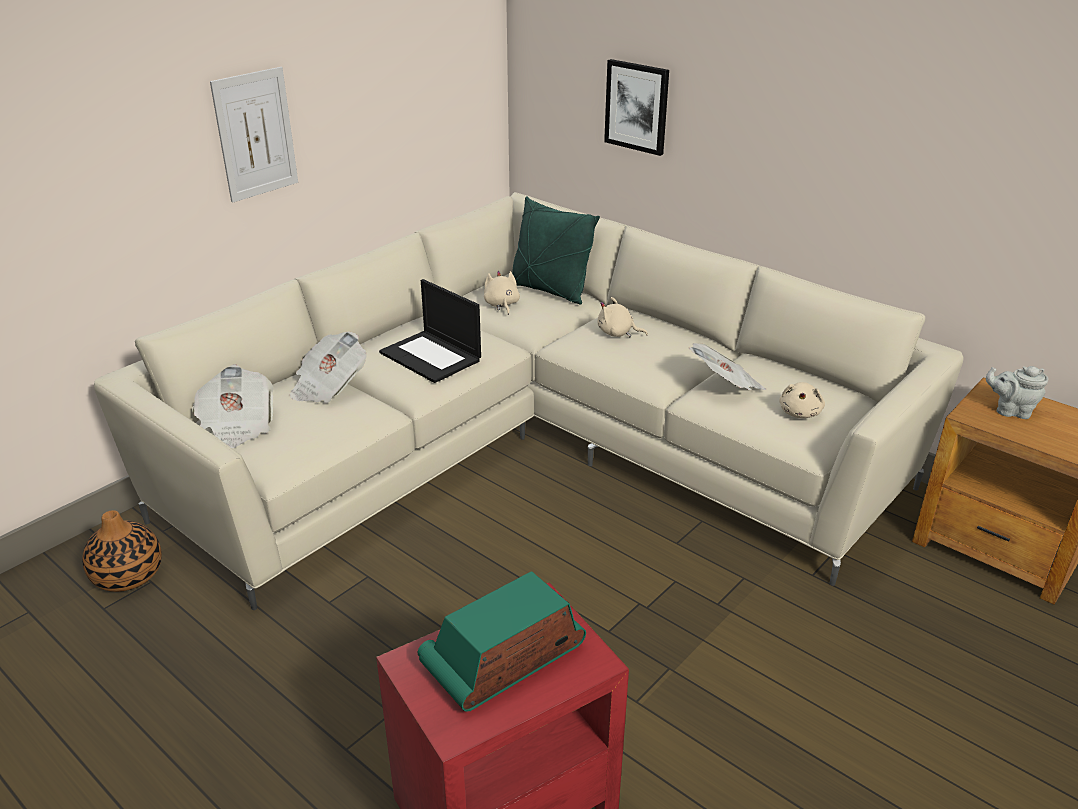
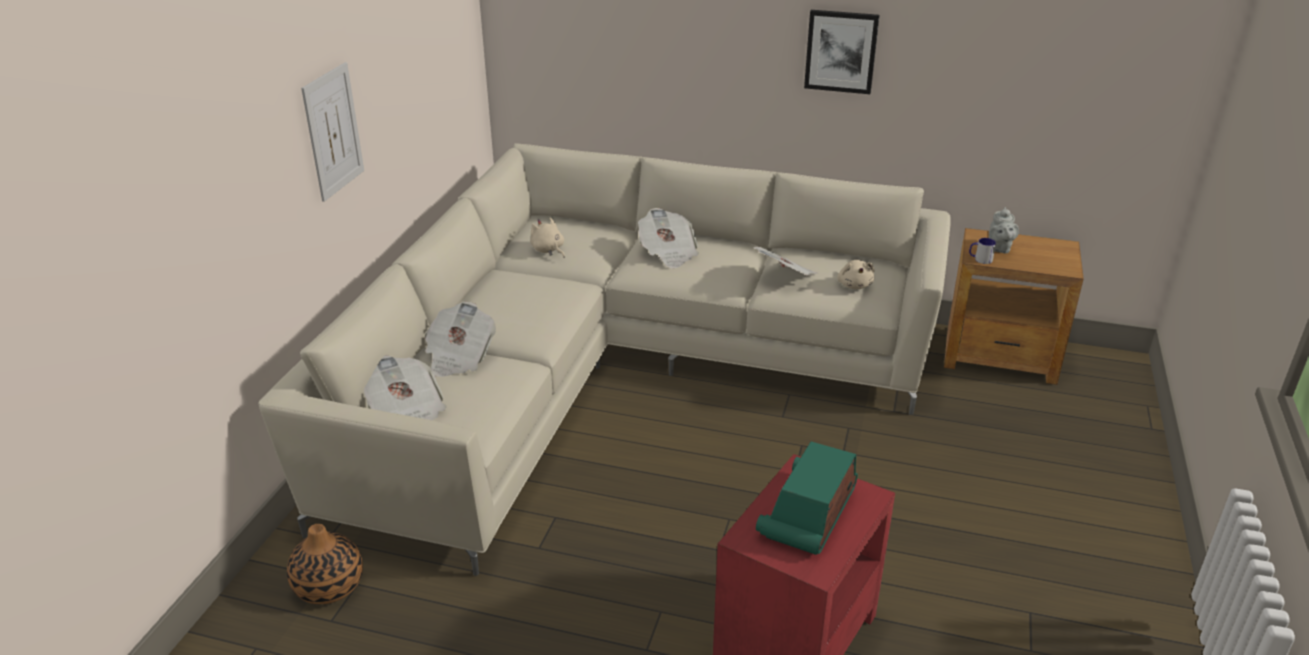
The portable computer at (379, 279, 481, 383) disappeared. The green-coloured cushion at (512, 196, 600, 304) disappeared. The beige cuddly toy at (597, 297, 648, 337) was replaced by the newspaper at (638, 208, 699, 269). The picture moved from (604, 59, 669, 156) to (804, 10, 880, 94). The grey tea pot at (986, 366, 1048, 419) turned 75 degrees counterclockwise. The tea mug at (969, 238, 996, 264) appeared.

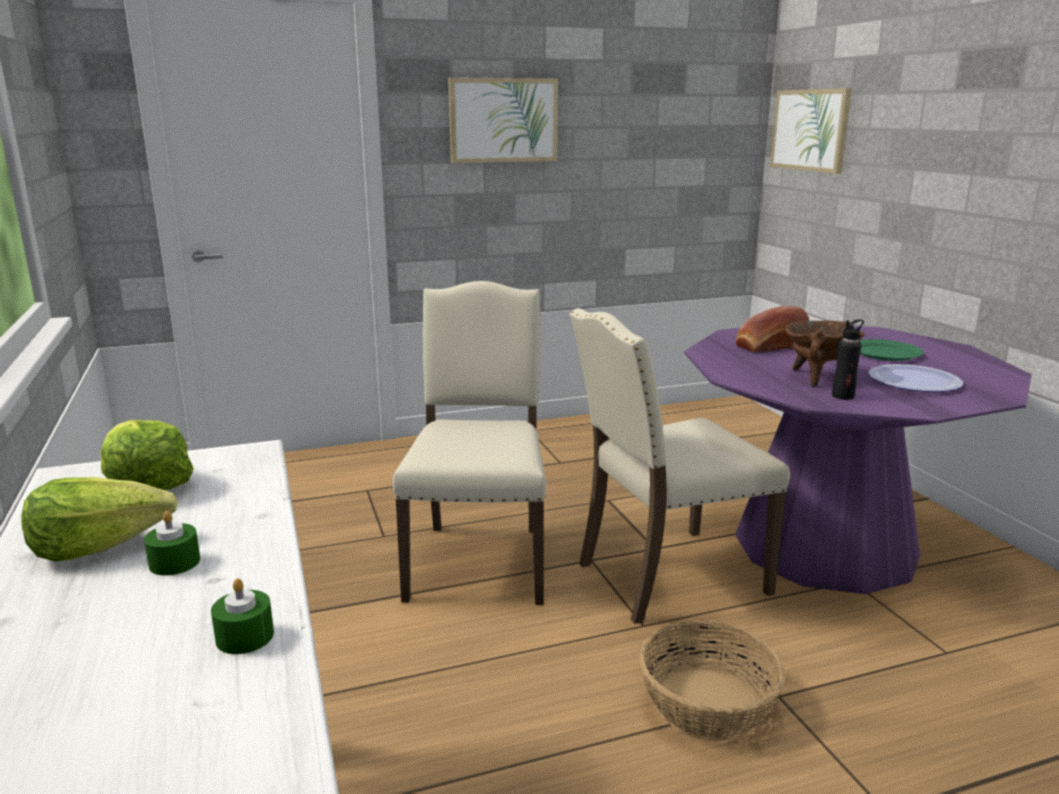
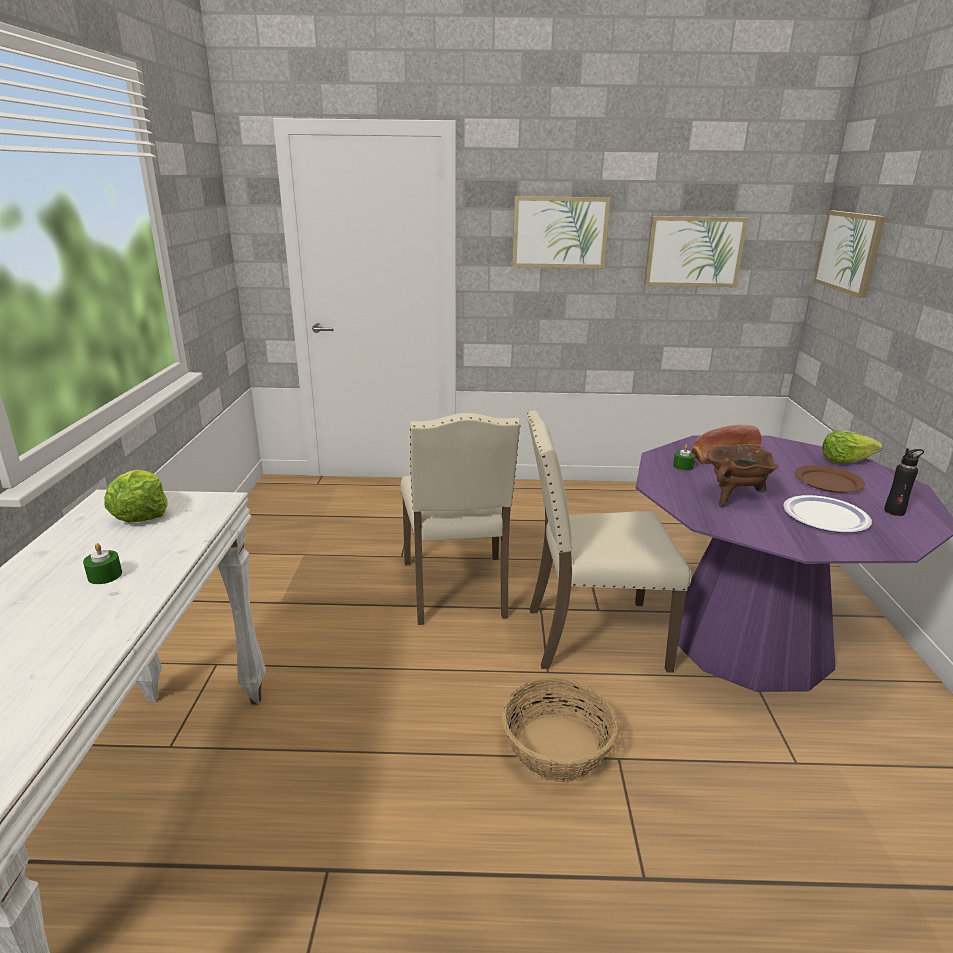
The lettuce head moved from (21, 477, 177, 562) to (822, 430, 883, 463). The green-coloured candle moved from (211, 578, 274, 654) to (673, 444, 695, 470). The beige upright chair at (392, 281, 546, 605) turned 150 degrees clockwise. The black-coloured drink bottle moved from (832, 319, 864, 400) to (884, 449, 924, 516). The green-coloured plate at (859, 339, 924, 361) became the brown plate at (795, 465, 865, 493). The picture at (644, 216, 748, 287) appeared.

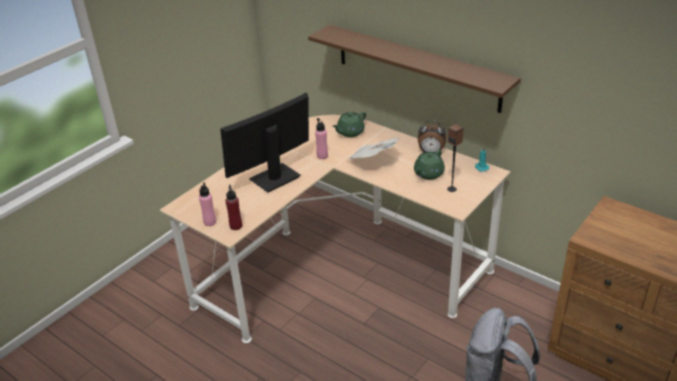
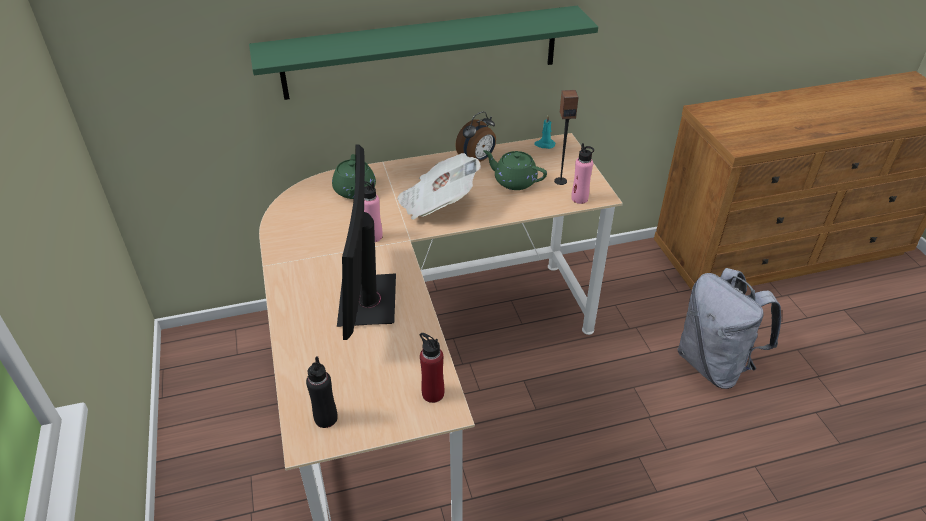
The pink drink bottle moved from (199, 182, 216, 226) to (571, 143, 594, 204). The brown wall shelf at (308, 25, 521, 113) became the green-coloured wall shelf at (249, 6, 598, 100). The green-coloured tea pot at (414, 150, 445, 180) turned 135 degrees clockwise. The black-coloured drink bottle at (306, 356, 338, 428) appeared.

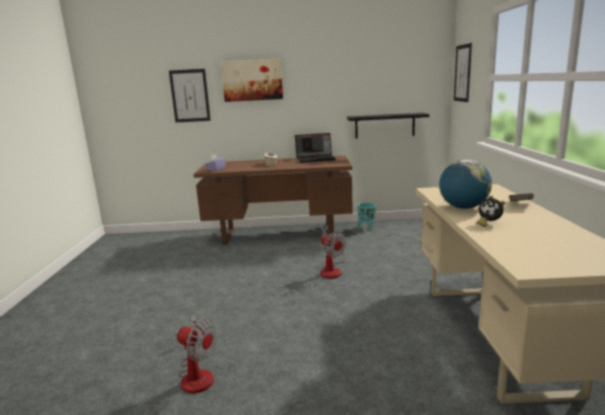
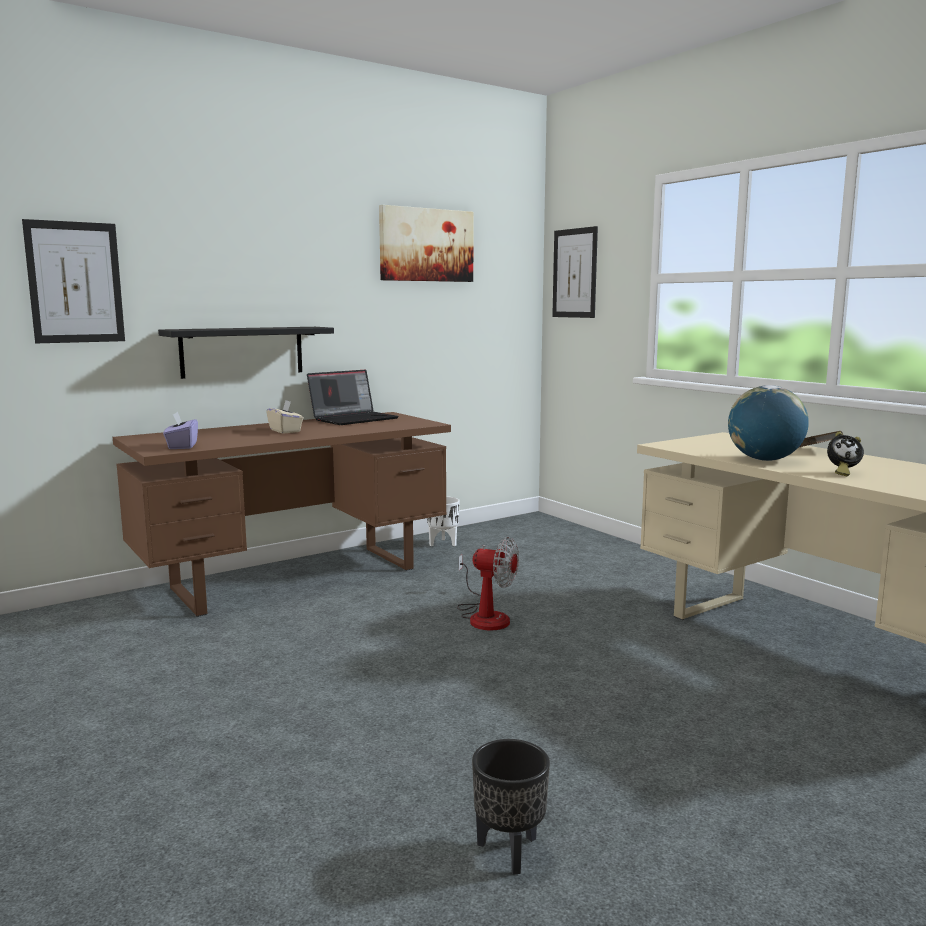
The cooling fan at (177, 315, 217, 394) was replaced by the black-coloured plant pot at (472, 739, 550, 875). The picture moved from (221, 58, 283, 102) to (379, 205, 473, 282). The black-coloured wall shelf moved from (347, 113, 429, 139) to (158, 327, 334, 379). The turquoise plant pot at (357, 203, 376, 231) became the whitish plant pot at (427, 496, 460, 546).

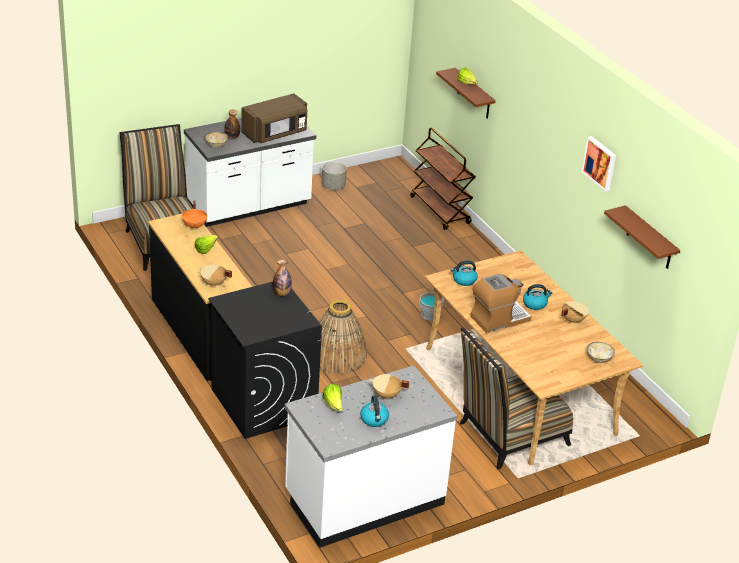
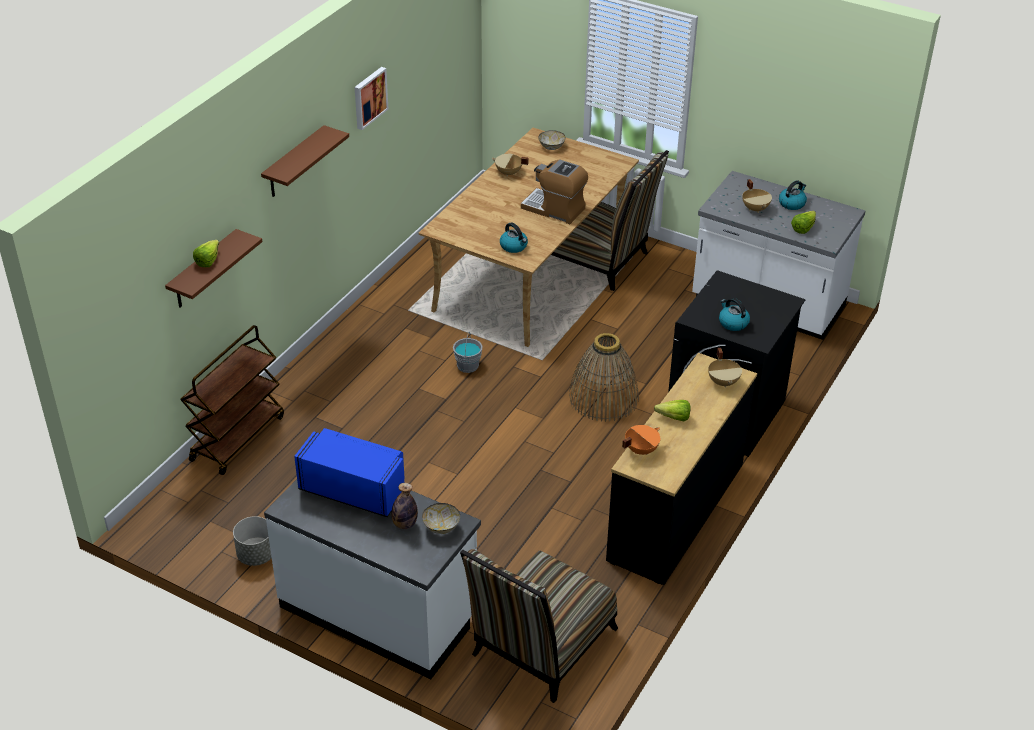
The brown microwave oven at (241, 93, 307, 143) became the blue microwave oven at (294, 428, 404, 517). The drink bottle at (273, 260, 292, 296) disappeared. The tea kettle moved from (523, 284, 552, 310) to (719, 298, 750, 331). The brown wall shelf moved from (604, 205, 680, 269) to (261, 125, 349, 197).

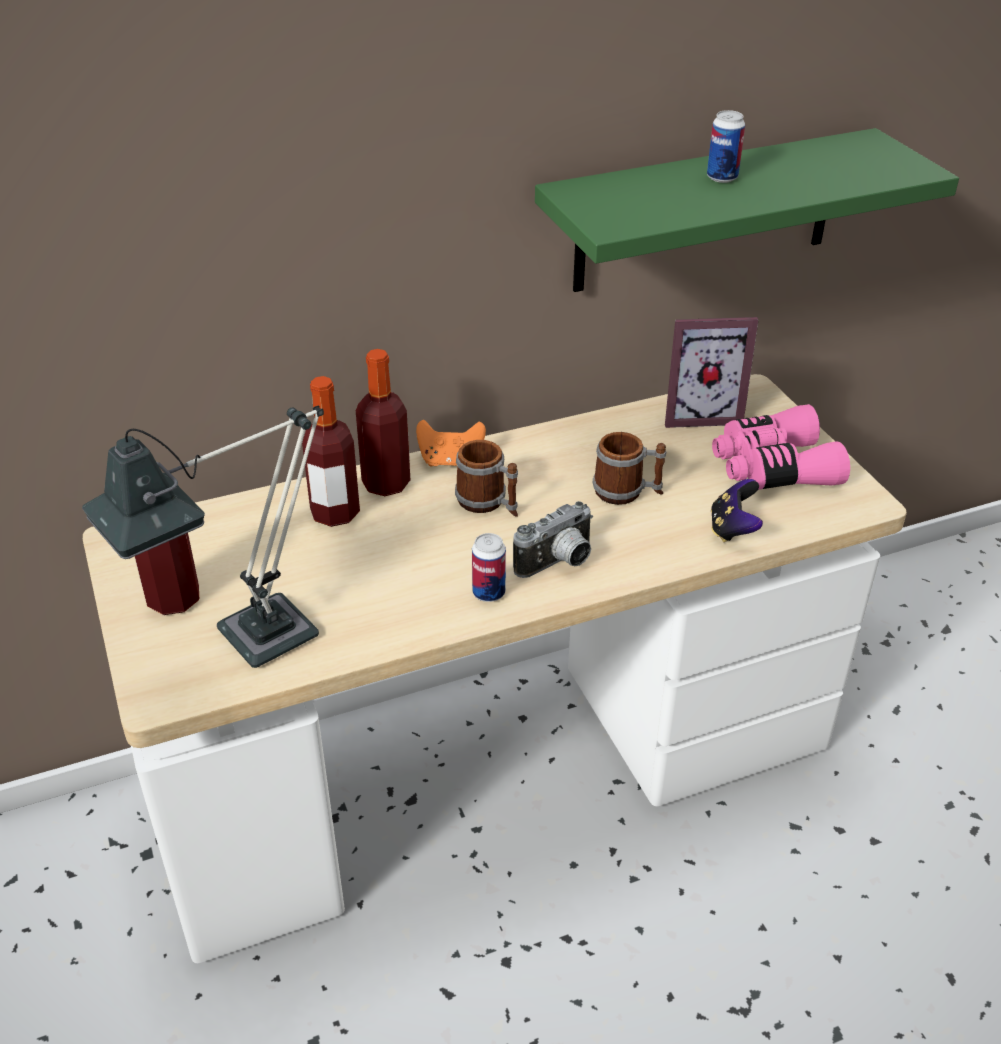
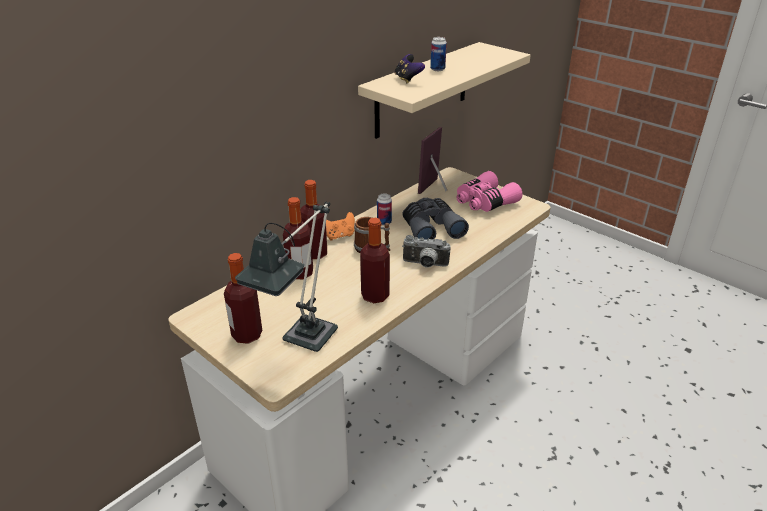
The sealed can moved from (472, 533, 506, 602) to (377, 193, 392, 225). The still camera at (513, 501, 593, 578) turned 75 degrees clockwise. The green-coloured wall shelf at (535, 128, 959, 292) became the beige wall shelf at (358, 42, 531, 139). The tea mug at (593, 432, 666, 505) was replaced by the grey pair of binoculars at (402, 198, 469, 240). The standing frame at (665, 317, 758, 428) turned 150 degrees clockwise. The gamepad moved from (711, 479, 763, 542) to (394, 54, 425, 83). The drink bottle at (360, 218, 390, 303) appeared.

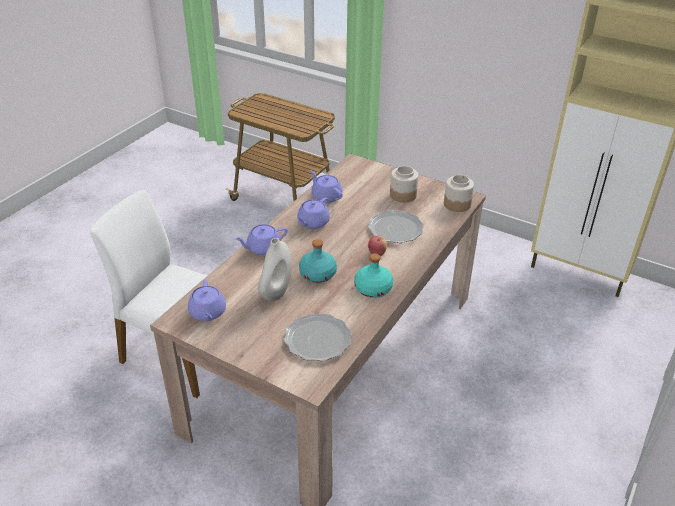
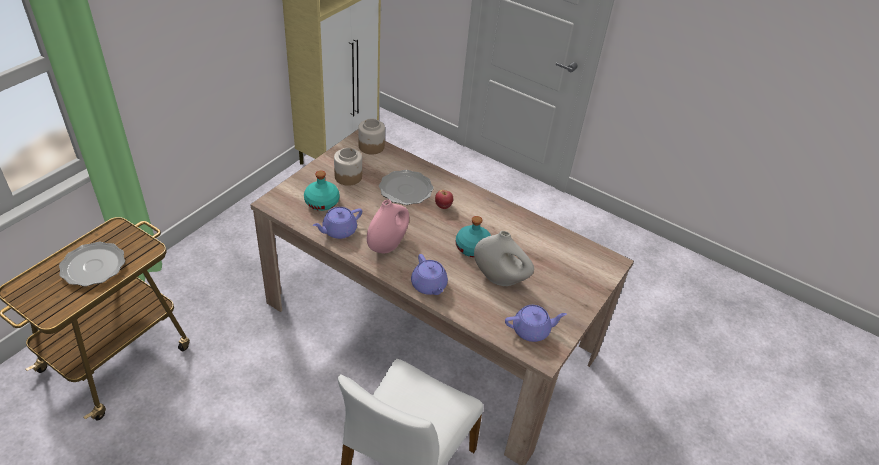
The plate moved from (284, 313, 351, 361) to (59, 242, 125, 287). The purple tea pot at (297, 198, 330, 229) was replaced by the pink vase at (367, 199, 409, 253). The turquoise drink bottle moved from (354, 253, 393, 298) to (304, 171, 340, 211).

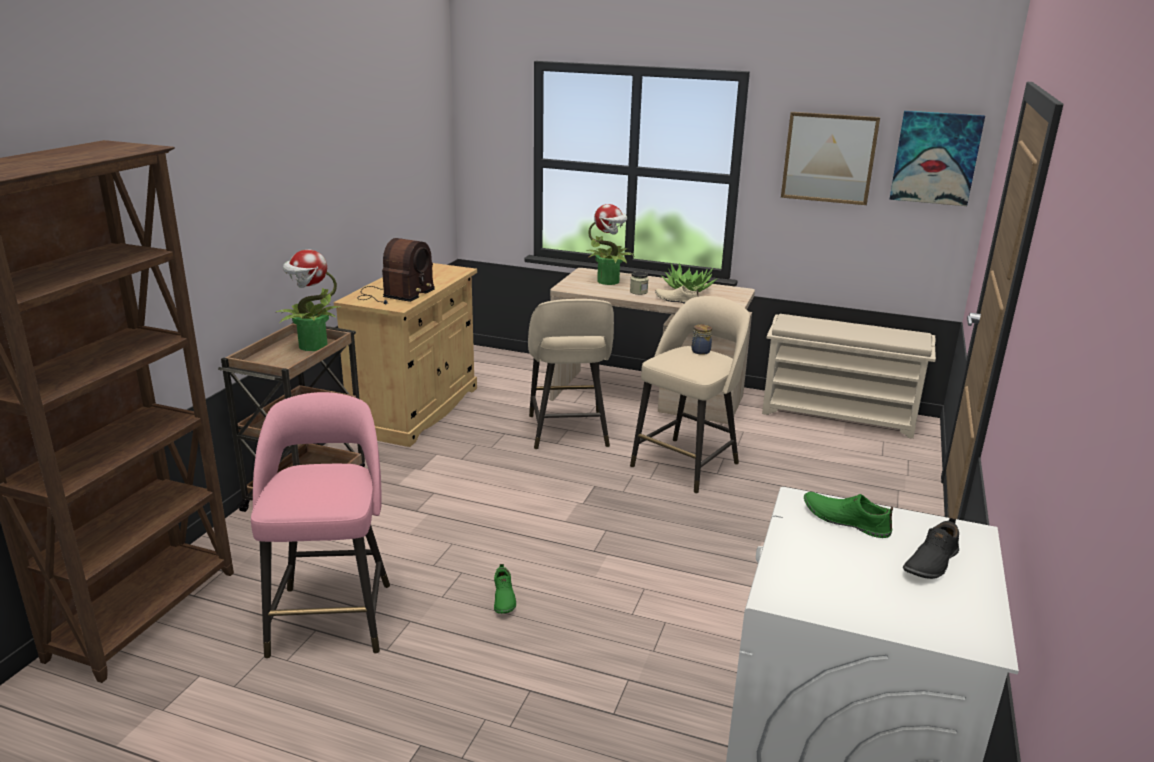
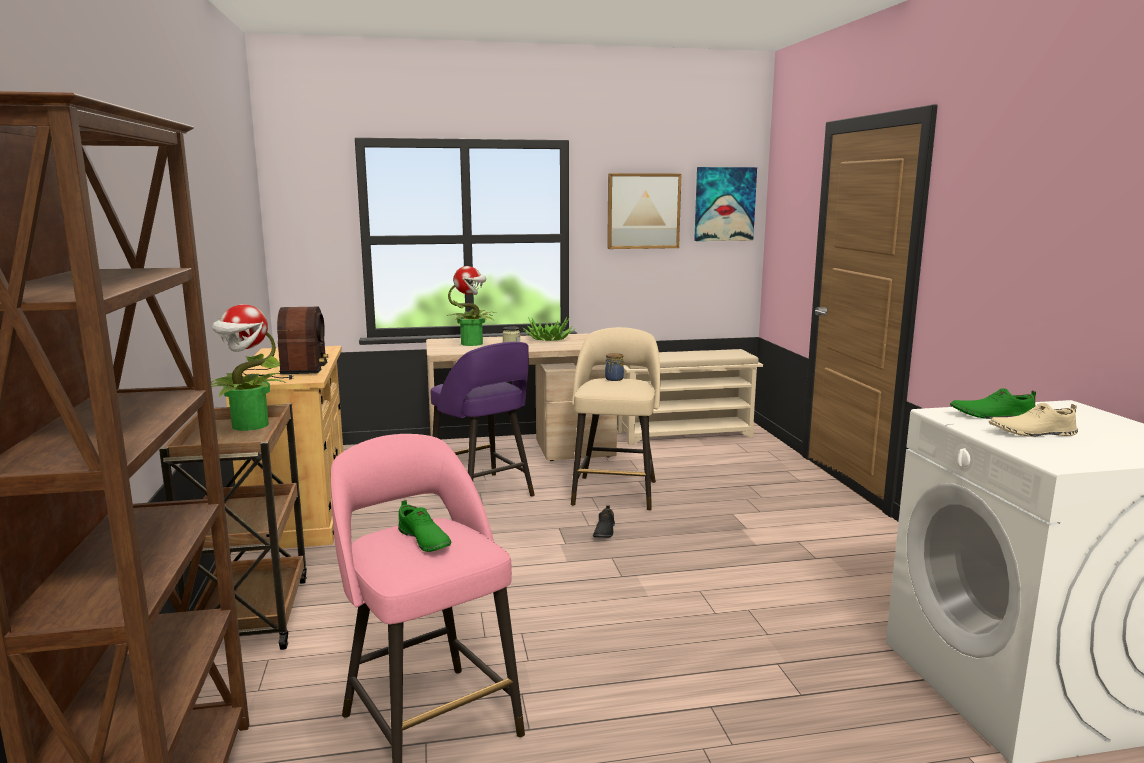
The green-coloured item of footwear moved from (494, 564, 516, 614) to (398, 500, 451, 552). The beige stool at (528, 299, 614, 449) became the purple stool at (431, 342, 535, 497). The beige item of footwear moved from (655, 286, 698, 303) to (989, 403, 1078, 437). The black-coloured item of footwear moved from (903, 517, 959, 579) to (593, 505, 615, 538).

